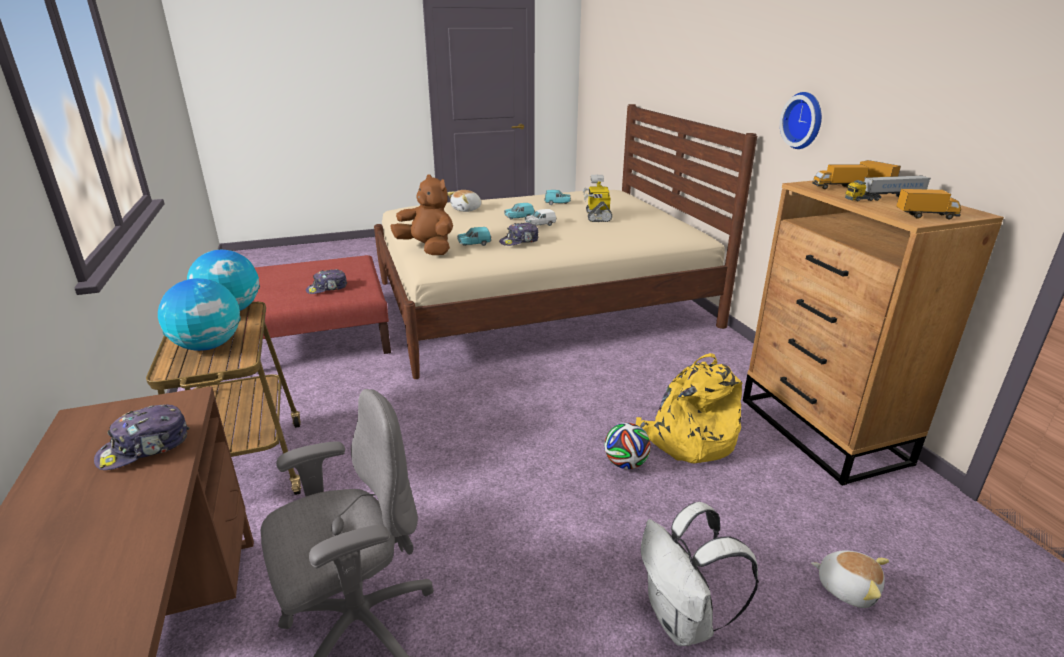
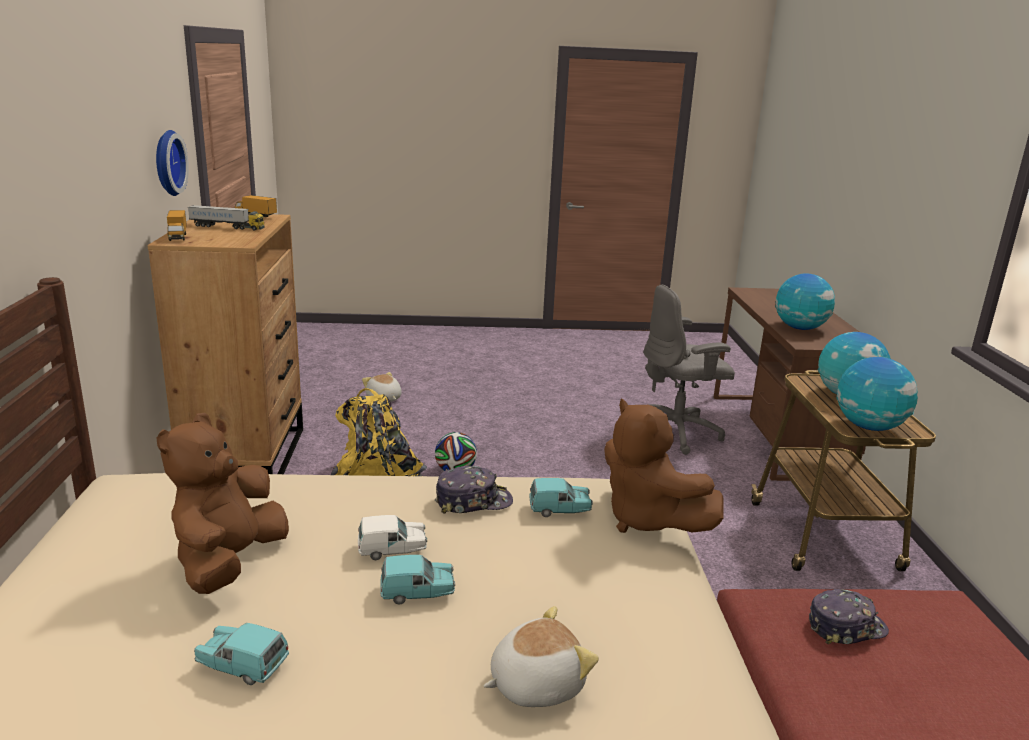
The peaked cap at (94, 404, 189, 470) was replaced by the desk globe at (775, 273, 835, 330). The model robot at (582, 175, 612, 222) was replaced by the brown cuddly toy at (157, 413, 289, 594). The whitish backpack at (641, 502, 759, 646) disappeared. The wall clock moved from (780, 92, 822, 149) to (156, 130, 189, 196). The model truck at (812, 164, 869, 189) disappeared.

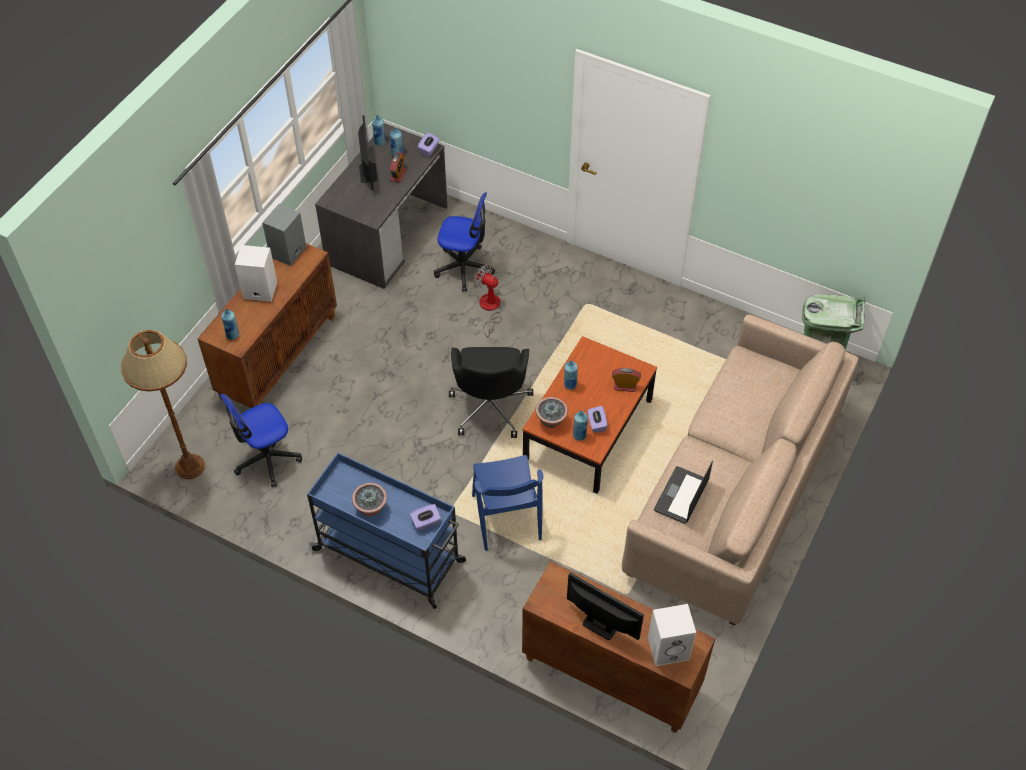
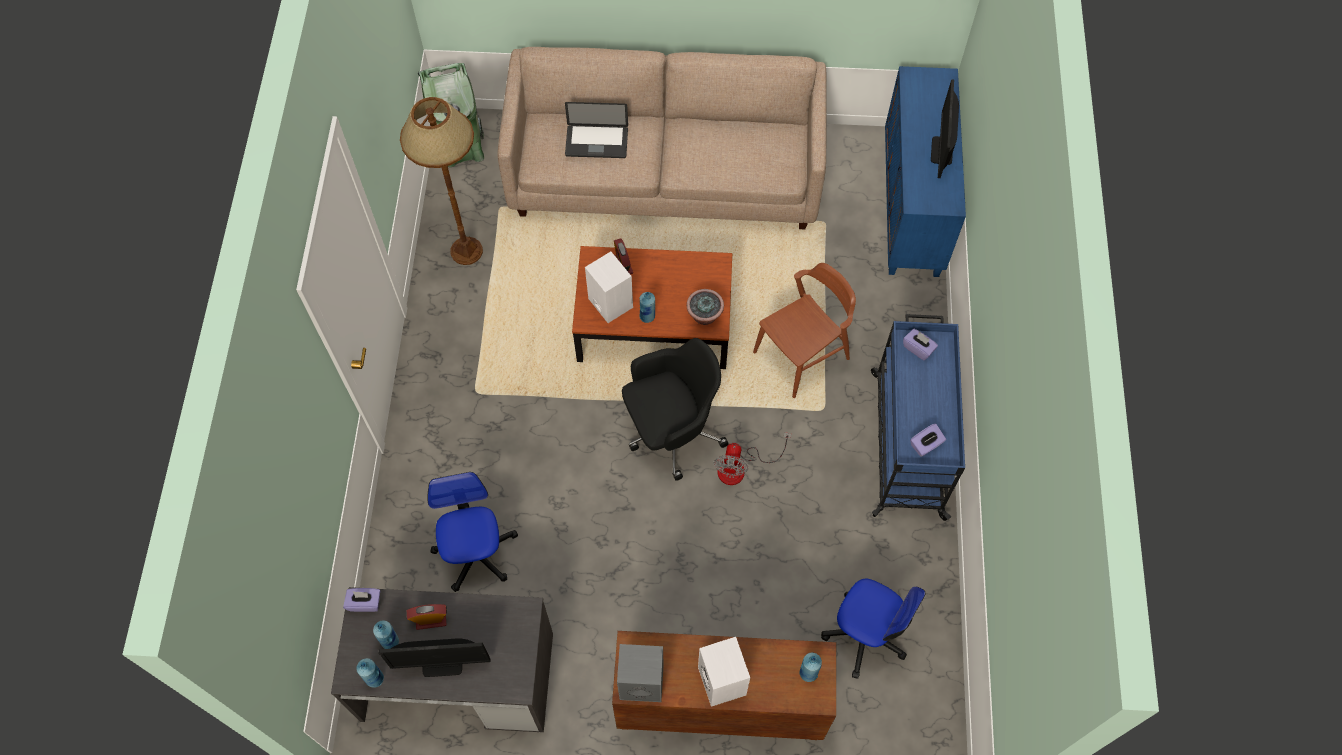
The brown standard lamp moved from (121, 330, 205, 479) to (400, 97, 483, 265). The potted plant at (352, 483, 387, 516) disappeared. The computer screen at (358, 115, 378, 190) turned 150 degrees counterclockwise. The blue upright chair at (472, 455, 543, 551) became the brown upright chair at (753, 263, 856, 398). The cooling fan moved from (473, 265, 503, 337) to (713, 432, 791, 485). The brown storage cabinet at (522, 561, 716, 733) became the blue storage cabinet at (885, 66, 966, 277). The blue drink bottle at (573, 411, 588, 441) disappeared. The purple tissue box moved from (588, 406, 608, 433) to (910, 423, 946, 457). The whitish speaker moved from (648, 604, 696, 666) to (585, 252, 633, 323). The portable computer moved from (654, 460, 713, 524) to (565, 102, 628, 158).

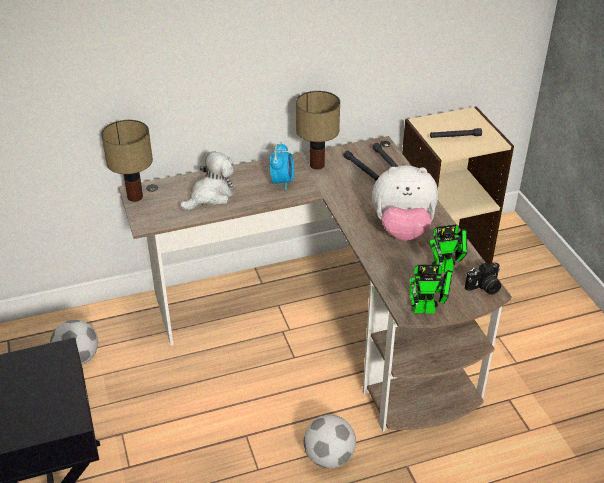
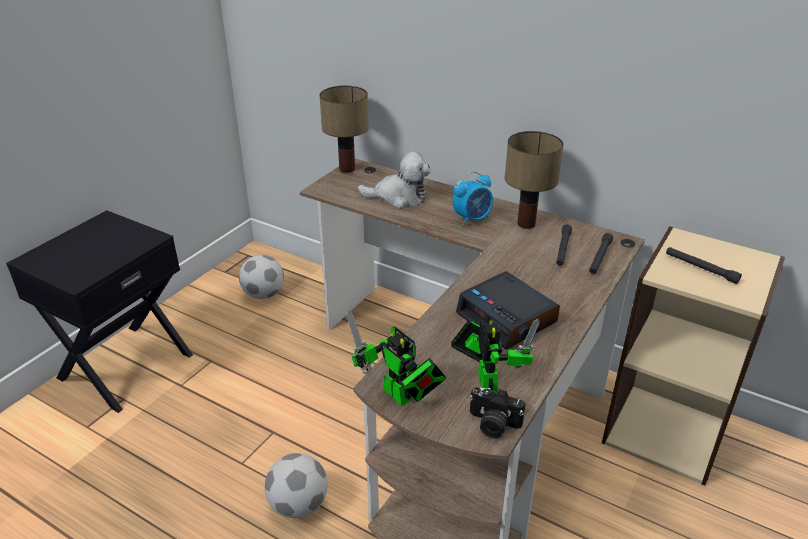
The cuddly toy at (372, 166, 438, 241) was replaced by the bedside clock at (456, 271, 560, 350). The model robot at (430, 225, 468, 273) turned 135 degrees counterclockwise.

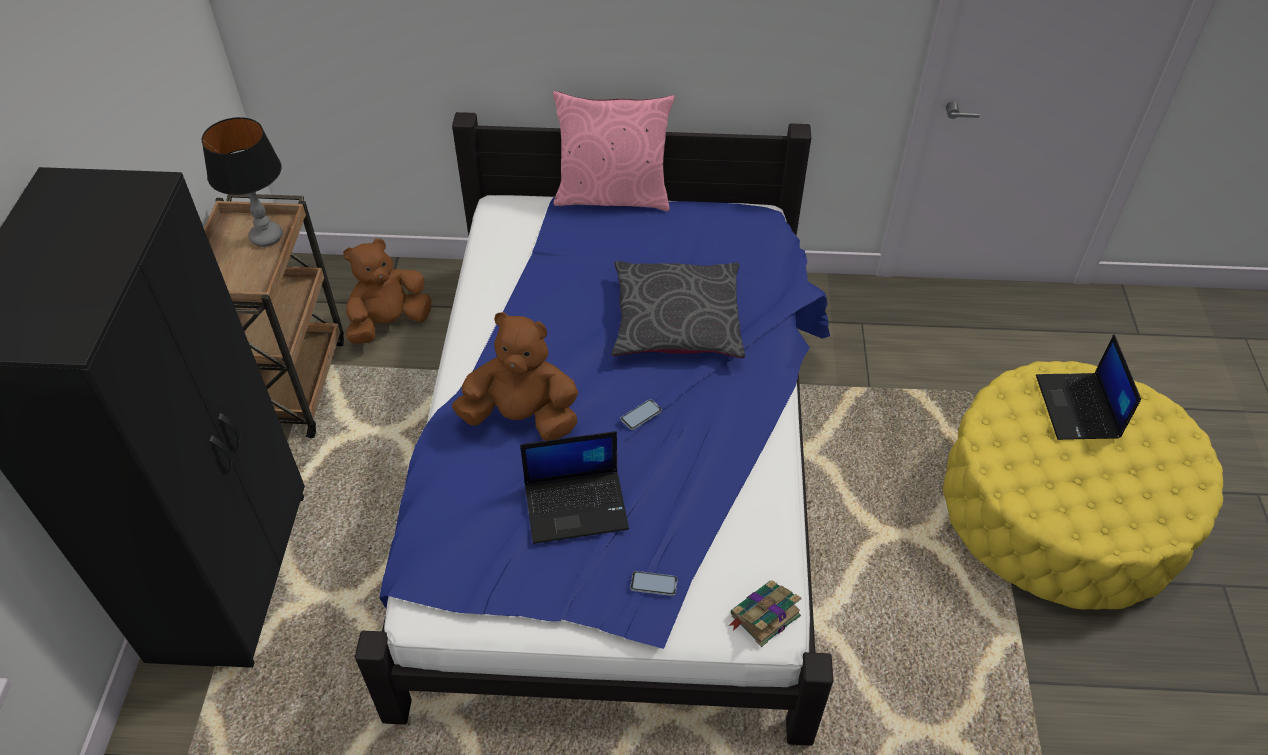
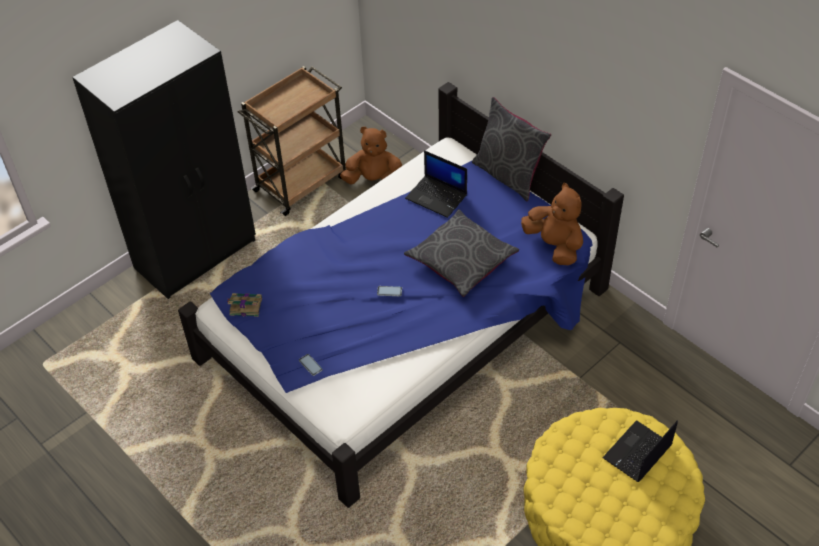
The tabletop lamp at (202, 117, 283, 247) disappeared. The brown cuddly toy moved from (452, 312, 578, 441) to (521, 183, 583, 265). The portable computer moved from (520, 431, 629, 544) to (405, 150, 467, 218). The pink cushion at (553, 91, 675, 211) became the grey cushion at (472, 97, 551, 201). The bound book moved from (728, 580, 801, 647) to (227, 293, 262, 317).

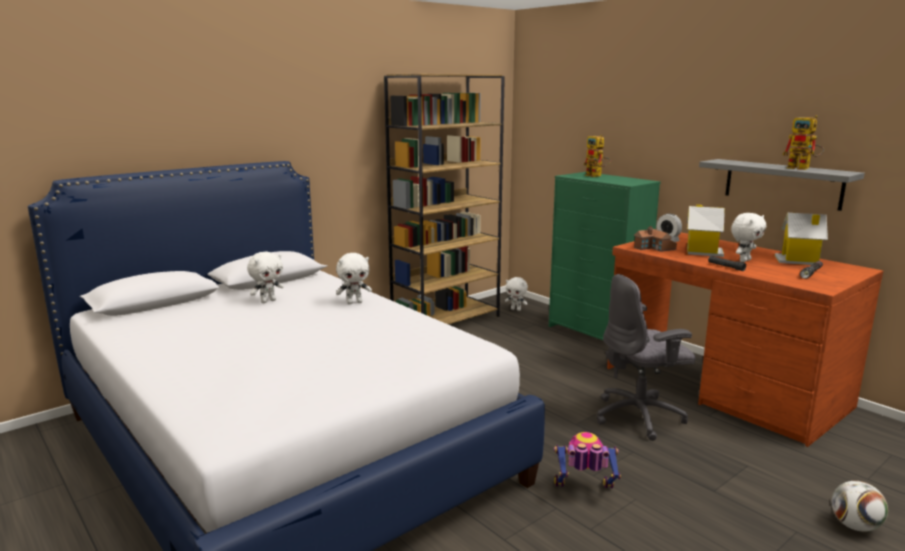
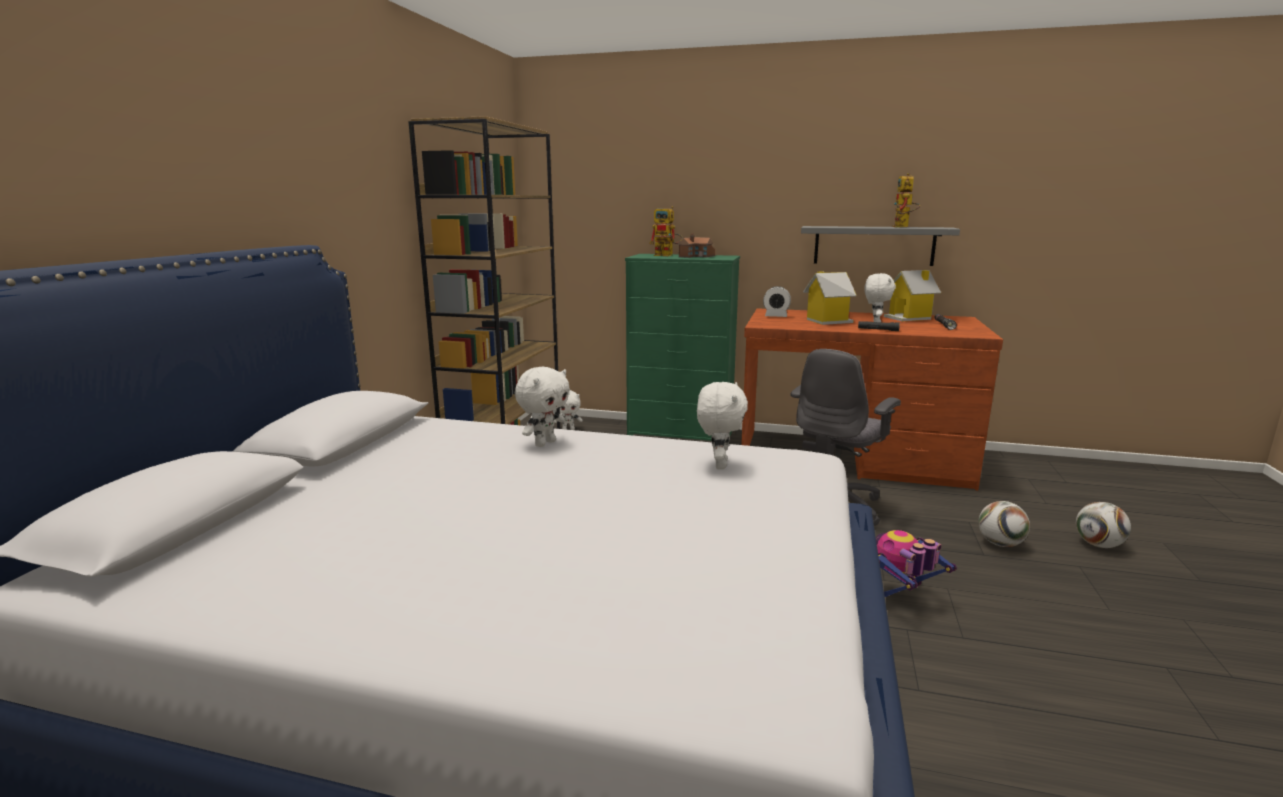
The whitish cuddly toy moved from (247, 252, 284, 303) to (697, 382, 748, 470). The toy house moved from (634, 226, 677, 252) to (678, 233, 715, 258). The model robot at (783, 115, 824, 170) turned 90 degrees clockwise. The football ball at (978, 501, 1030, 547) appeared.

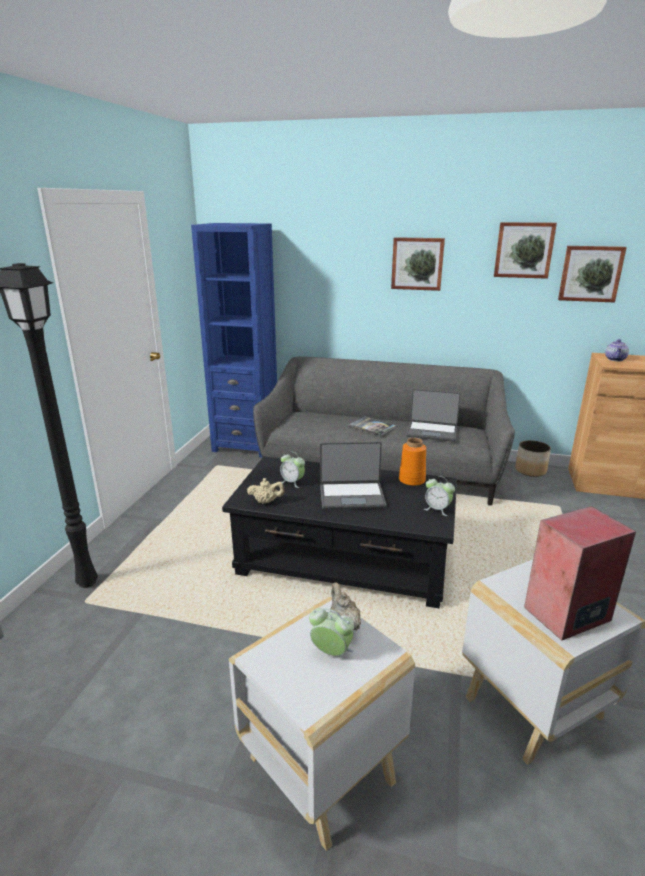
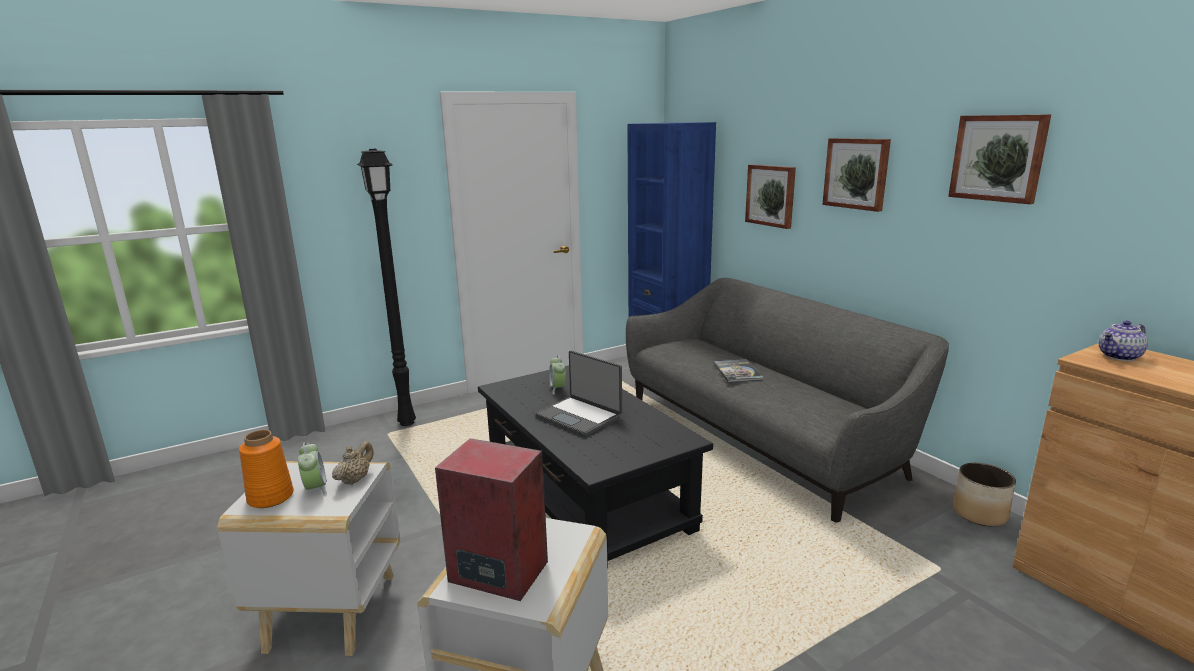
The beige tea pot at (247, 478, 285, 504) disappeared. The orange vase moved from (399, 438, 426, 486) to (239, 430, 294, 508). The portable computer at (406, 389, 461, 442) disappeared. The bedside clock at (424, 476, 455, 516) disappeared. The picture moved from (558, 246, 627, 302) to (745, 164, 796, 229).

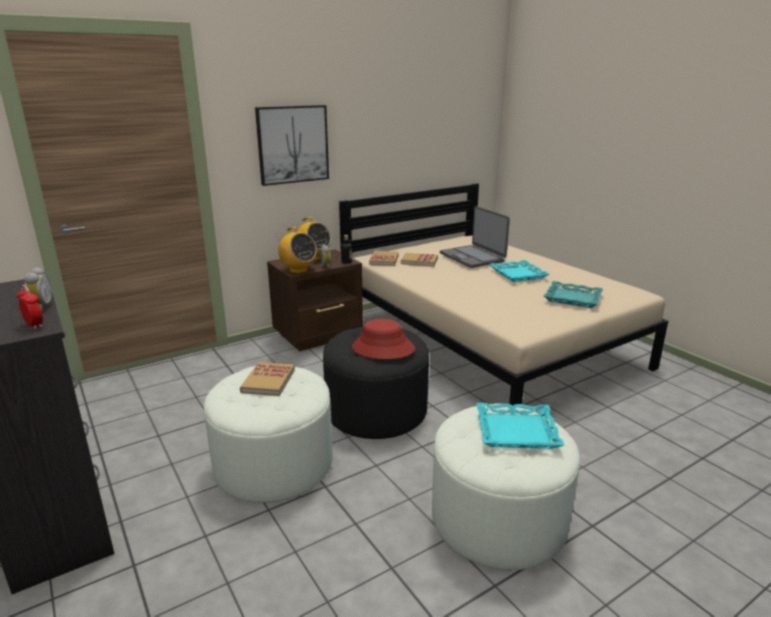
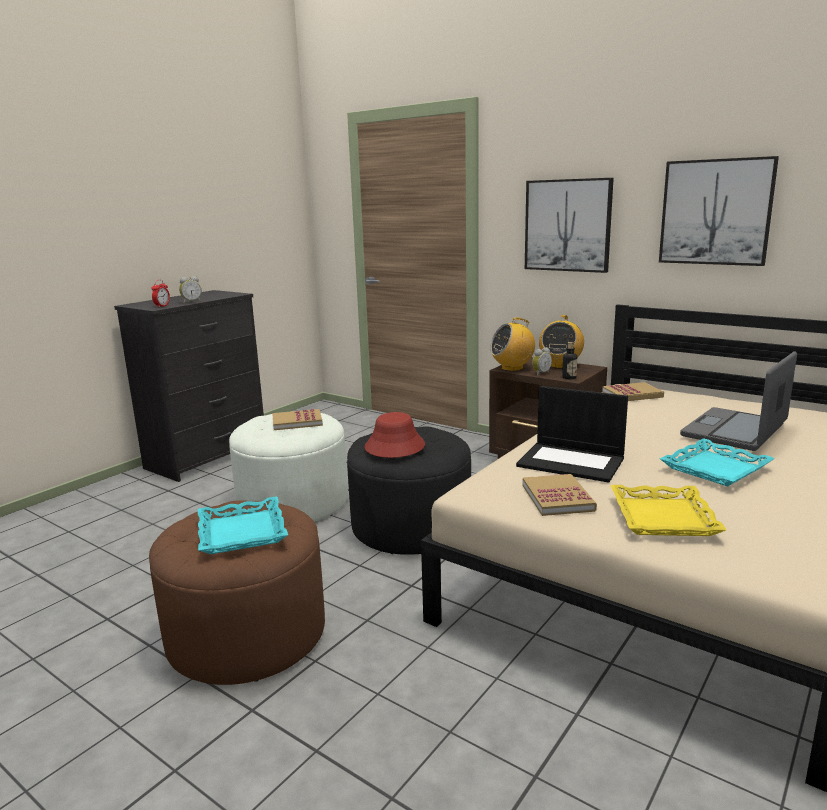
The radio receiver at (276, 227, 317, 273) turned 45 degrees clockwise. The bound book moved from (401, 253, 438, 267) to (522, 474, 597, 516). The whitish ottoman at (432, 403, 580, 570) became the brown ottoman at (149, 500, 325, 685). The turquoise serving tray at (544, 281, 603, 308) became the yellow serving tray at (611, 485, 727, 536). The portable computer at (516, 386, 628, 483) appeared. The picture at (659, 156, 779, 266) appeared.

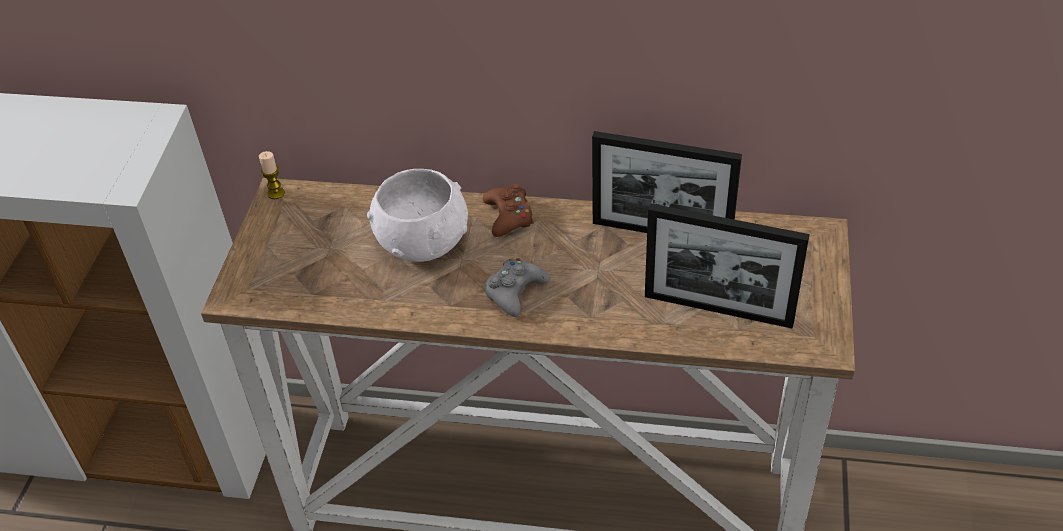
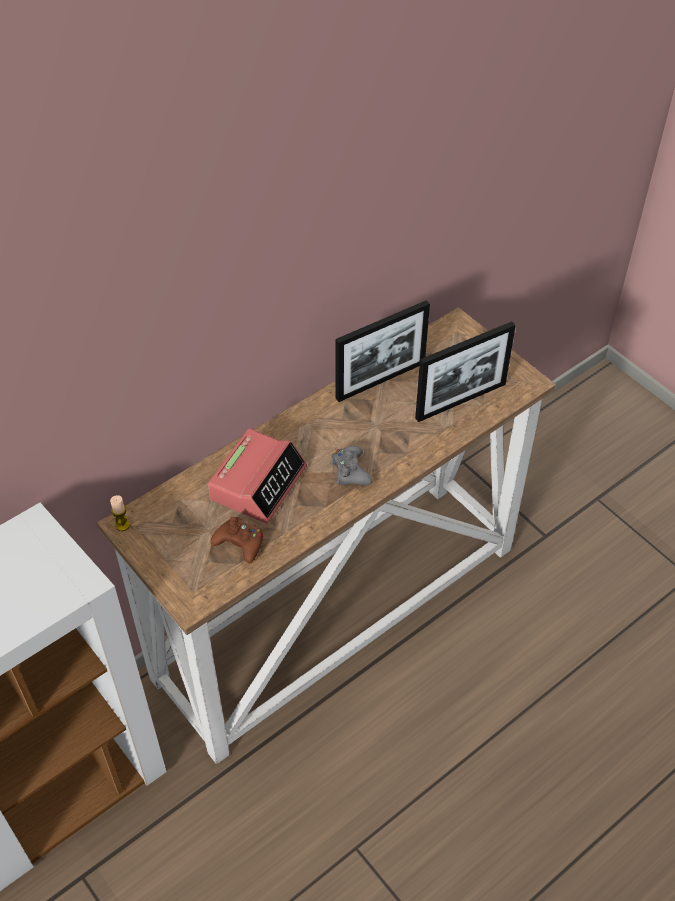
The whitish serving bowl at (367, 169, 468, 262) was replaced by the bedside clock at (208, 428, 307, 523). The brown gamepad moved from (483, 183, 534, 237) to (210, 516, 263, 563).

